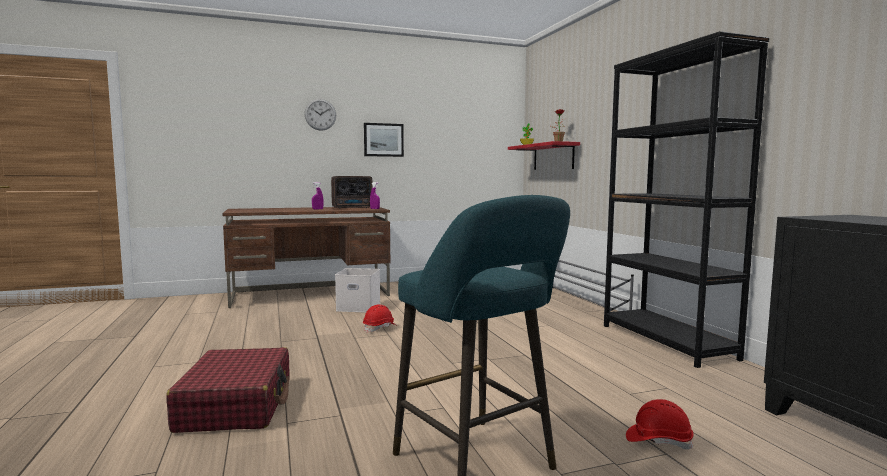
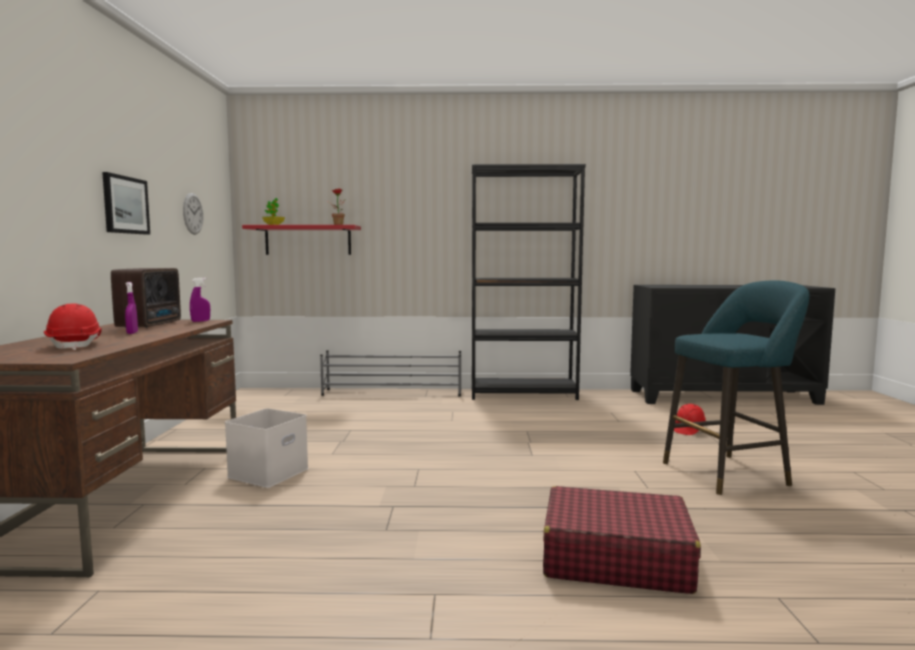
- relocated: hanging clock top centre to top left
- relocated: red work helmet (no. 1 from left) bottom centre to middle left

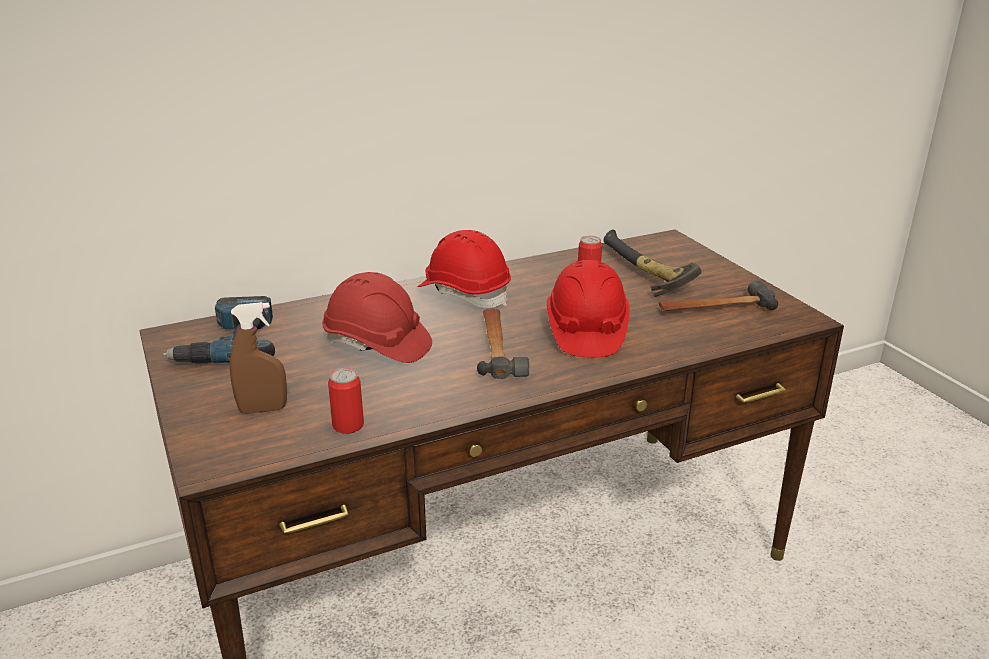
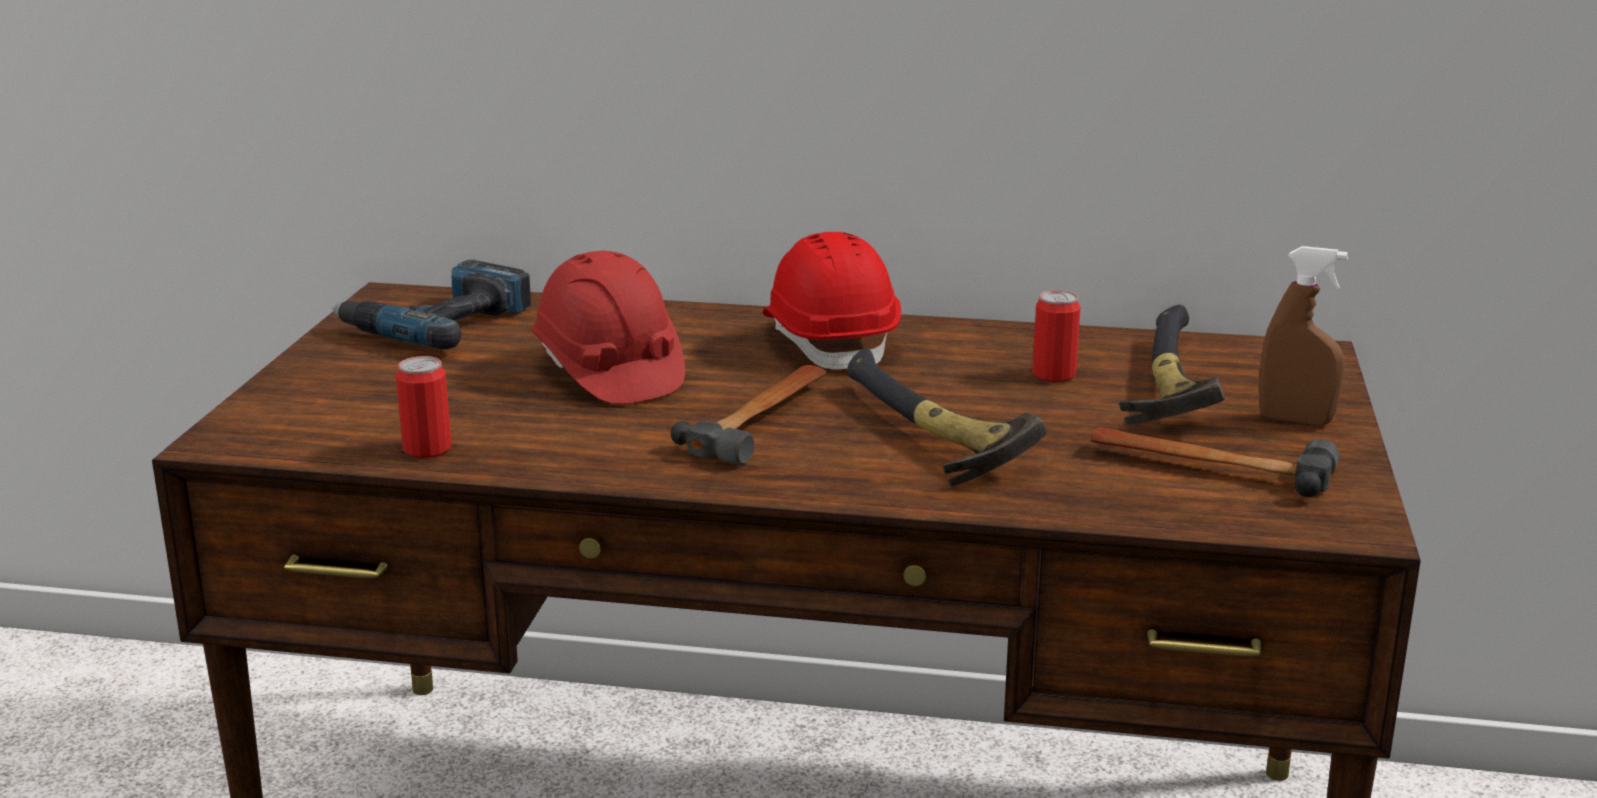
- relocated: brown-coloured sprayer middle left to middle right
- exchanged: red work helmet (no. 3 from left) centre to tool hammer (no. 2 from left) centre

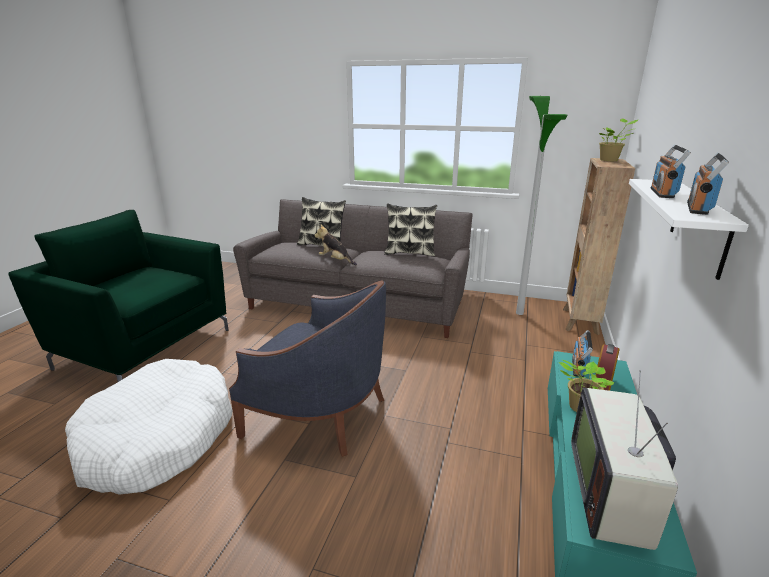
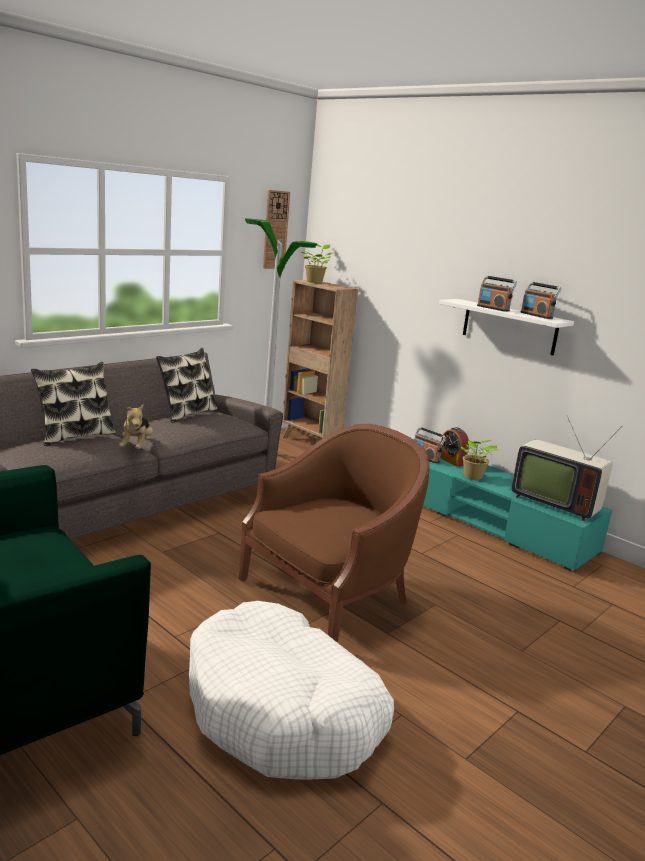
- appeared: hanging clock top centre
- colour: bluish lounge chair centre to brown-coloured lounge chair centre
- spun: soft toy centre = middle left 60 degrees counterclockwise

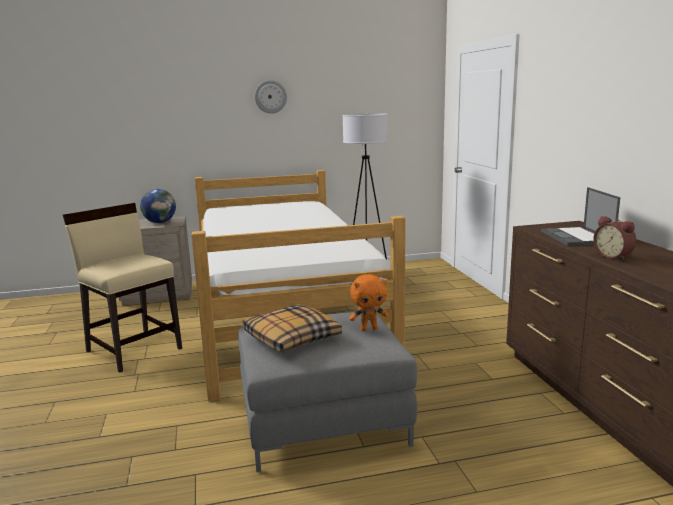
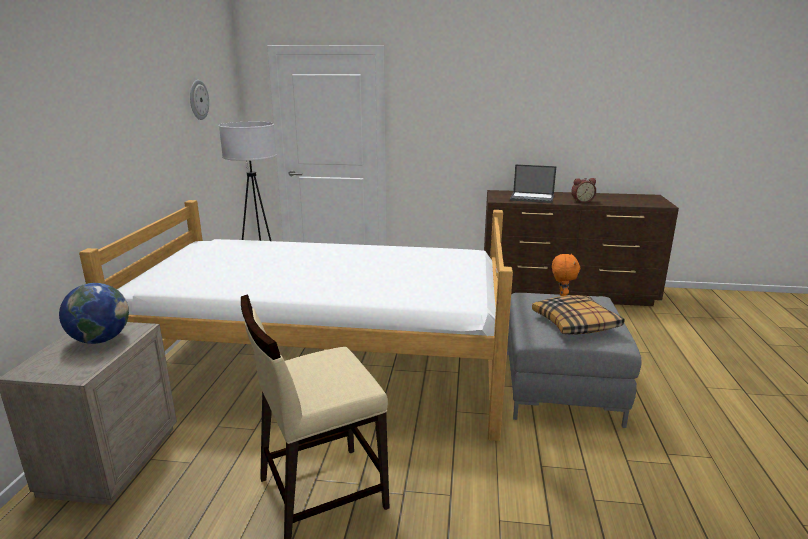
- relocated: hanging clock top centre to top left

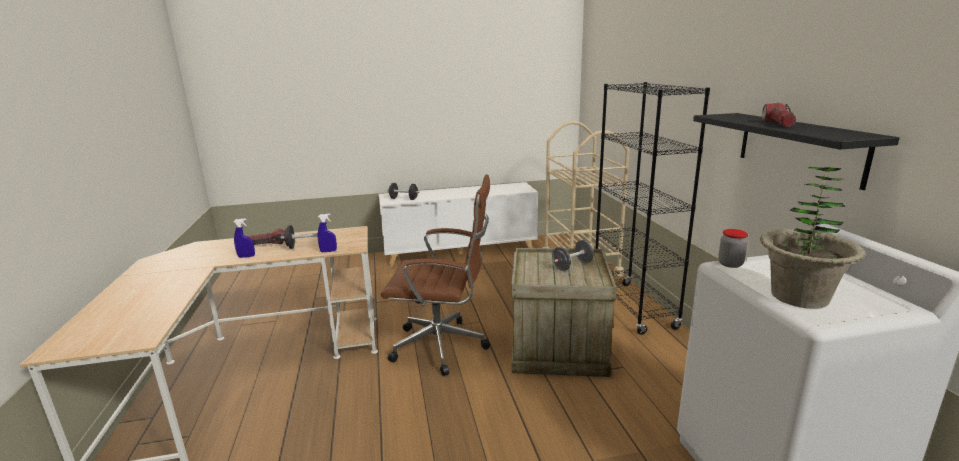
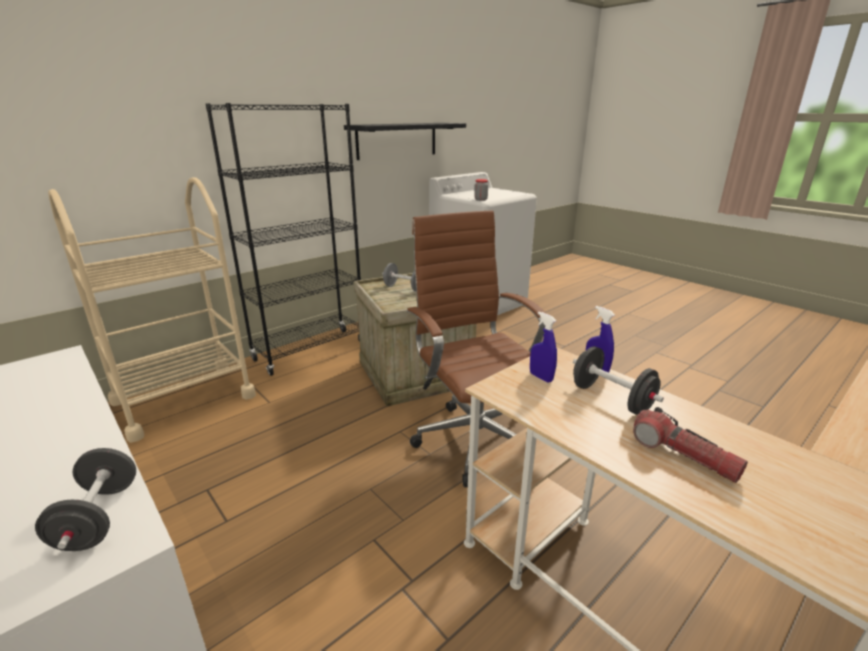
- missing: houseplant middle right
- missing: hand torch (no. 2 from left) top right
- relocated: bluish sprayer (no. 1 from left) middle left to centre

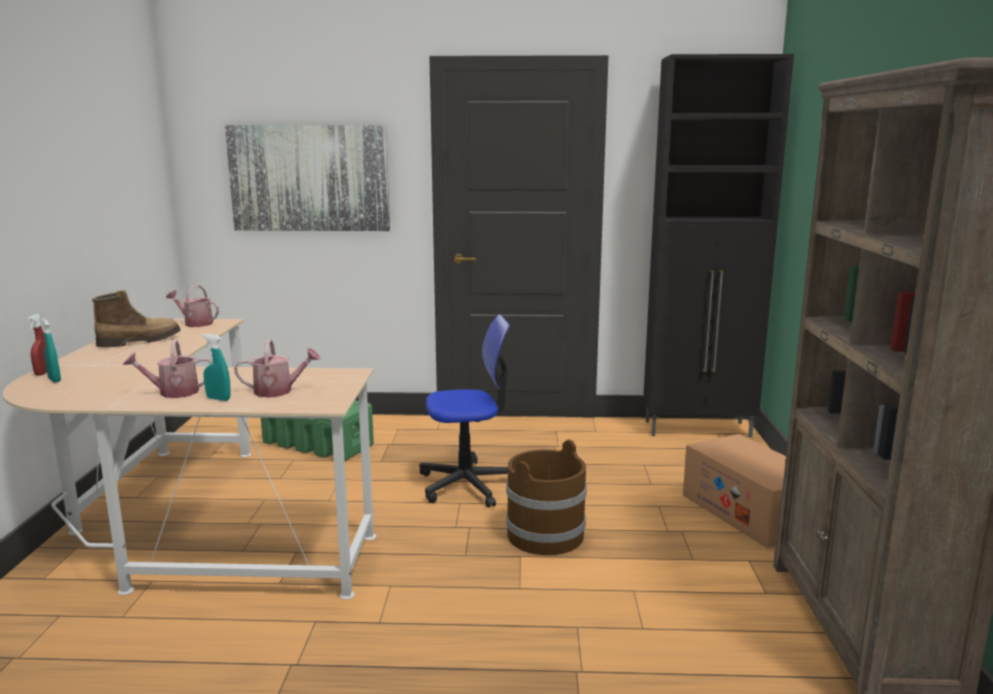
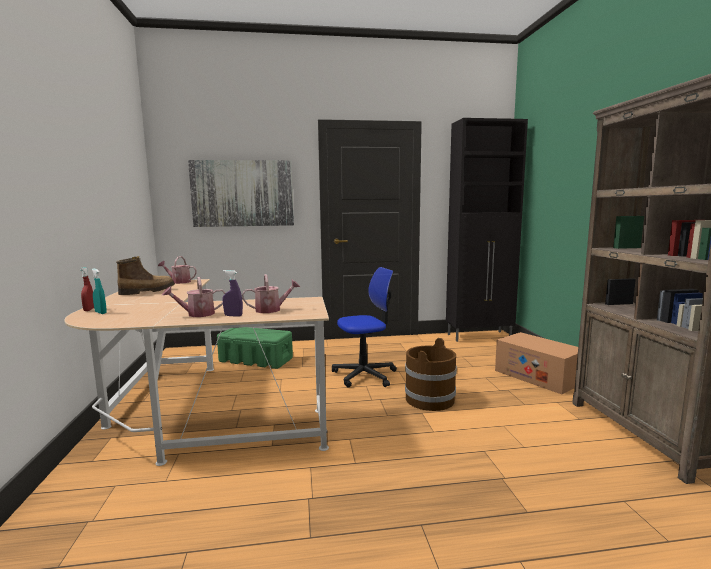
- colour: turquoise-coloured sprayer (no. 2 from left) middle left to purplish sprayer middle left

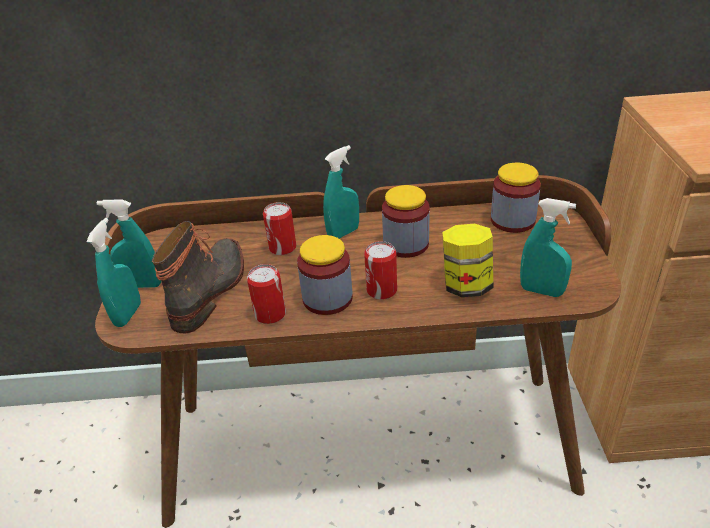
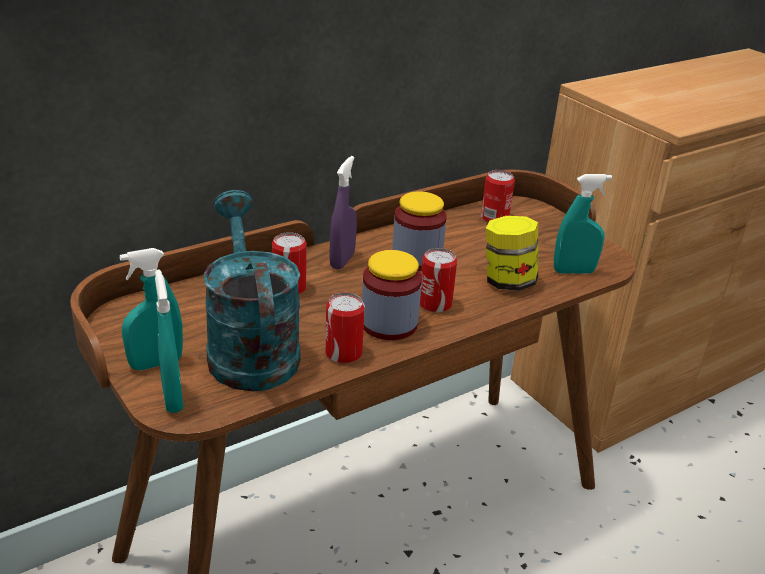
- exchanged: tall boot middle left to turquoise-coloured watering can middle left
- exchanged: jar (no. 4 from left) middle right to sealed can (no. 4 from left) centre
- colour: turquoise-coloured sprayer (no. 3 from left) centre to purplish sprayer centre

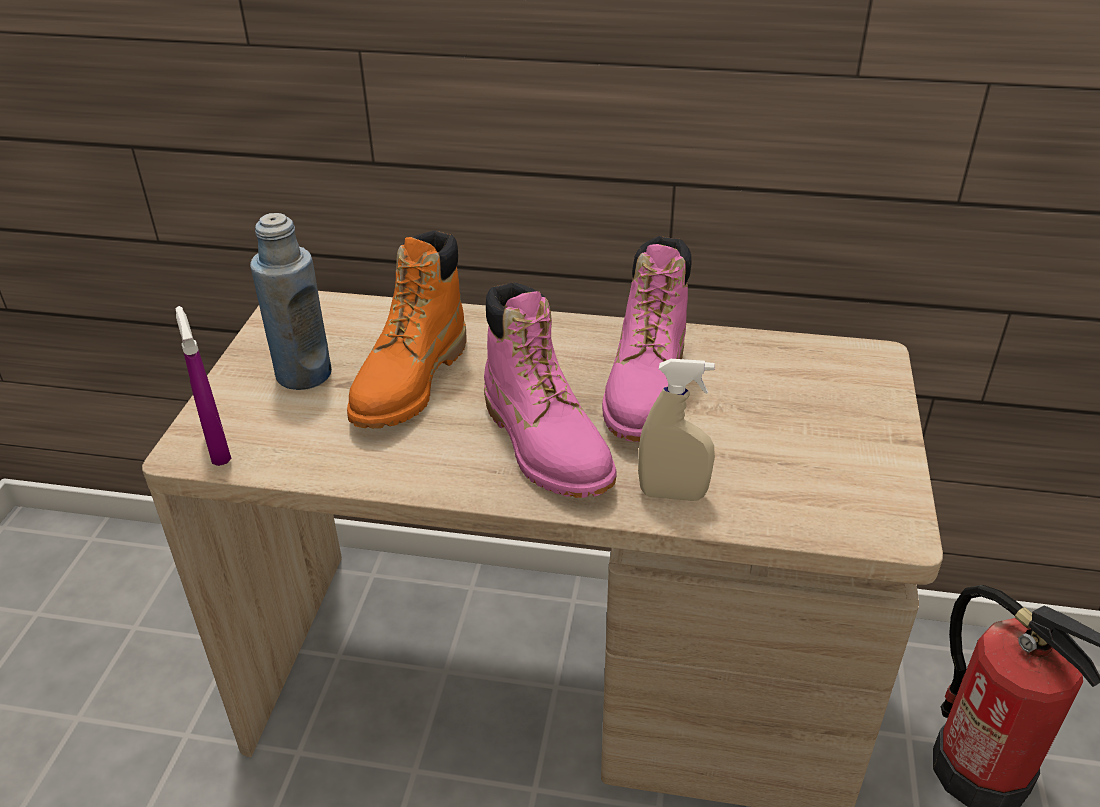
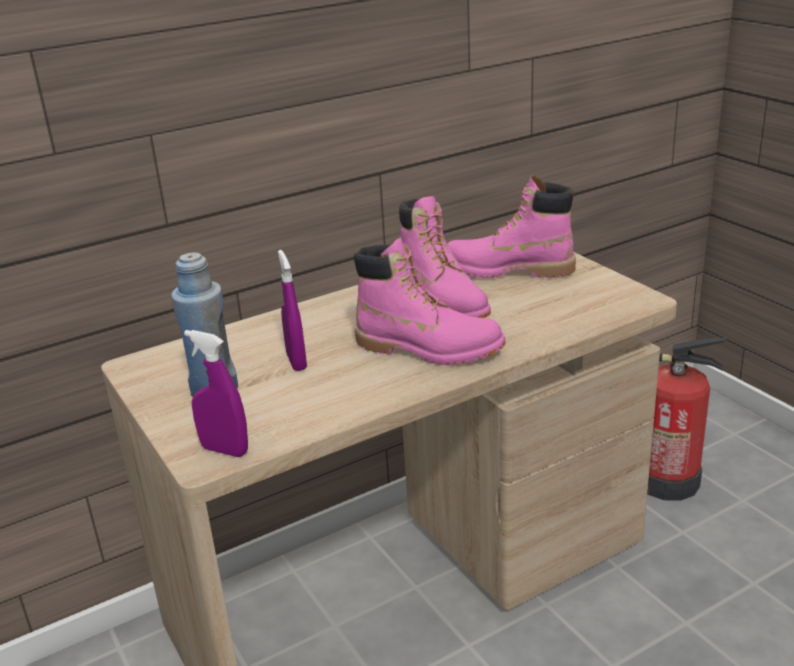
- missing: beige-coloured sprayer centre
- appeared: pink tall boot (no. 3 from left) centre
- exchanged: orange tall boot centre to purplish sprayer (no. 2 from left) centre

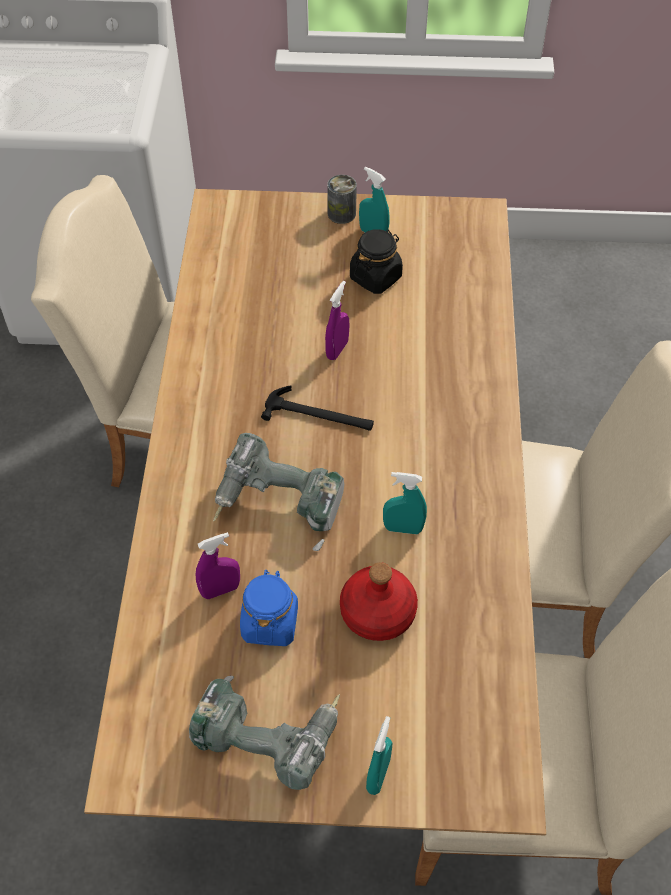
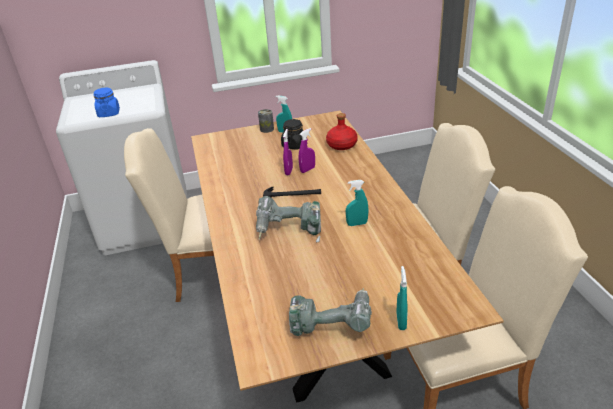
- relocated: purplish sprayer (no. 1 from left in the first image) middle left to purplish sprayer (no. 2 from left) centre
- relocated: bluish jar bottom centre to top left
- relocated: red bottle bottom centre to top centre

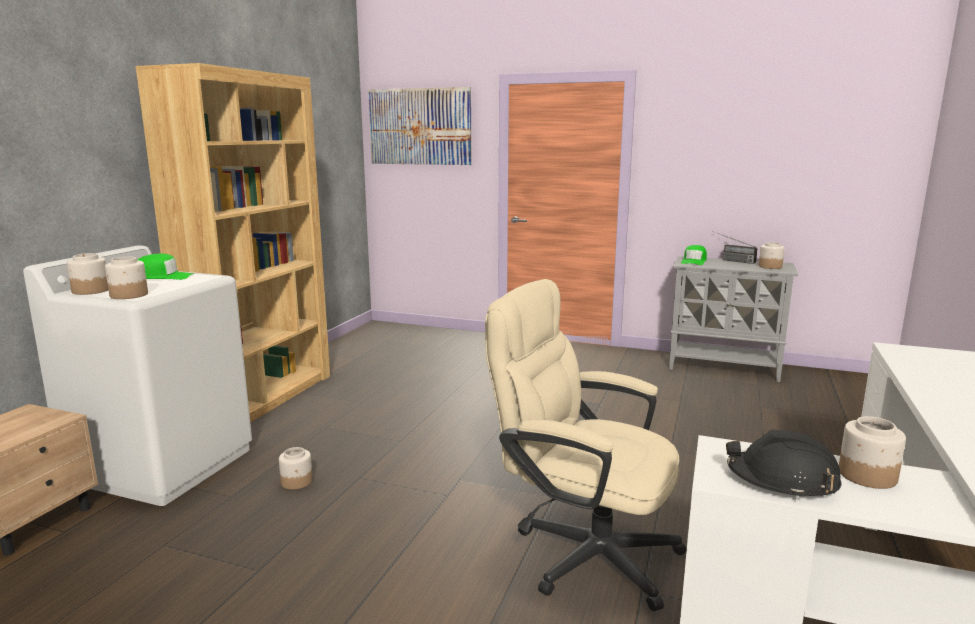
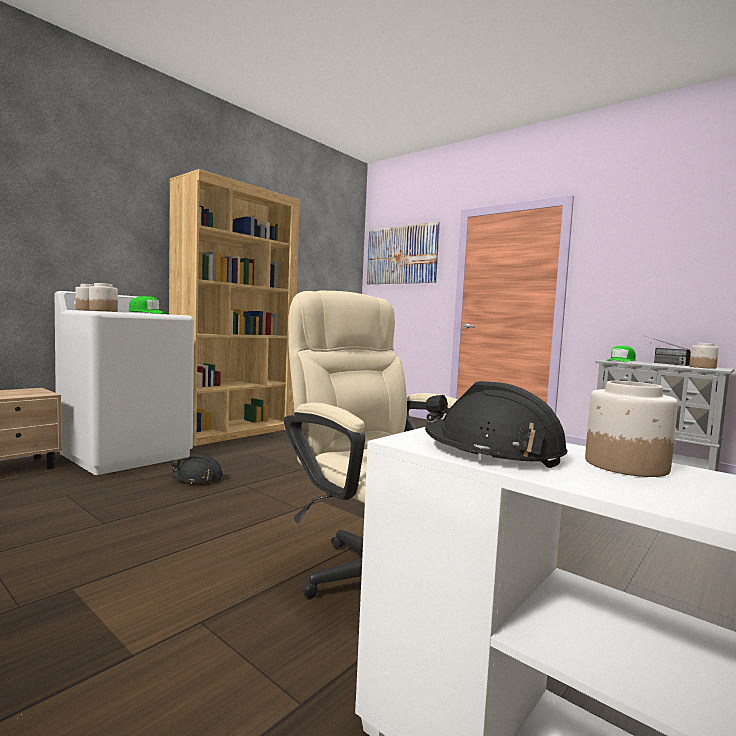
- exchanged: jar (no. 3 from left) bottom left to black work helmet (no. 1 from left) middle left

